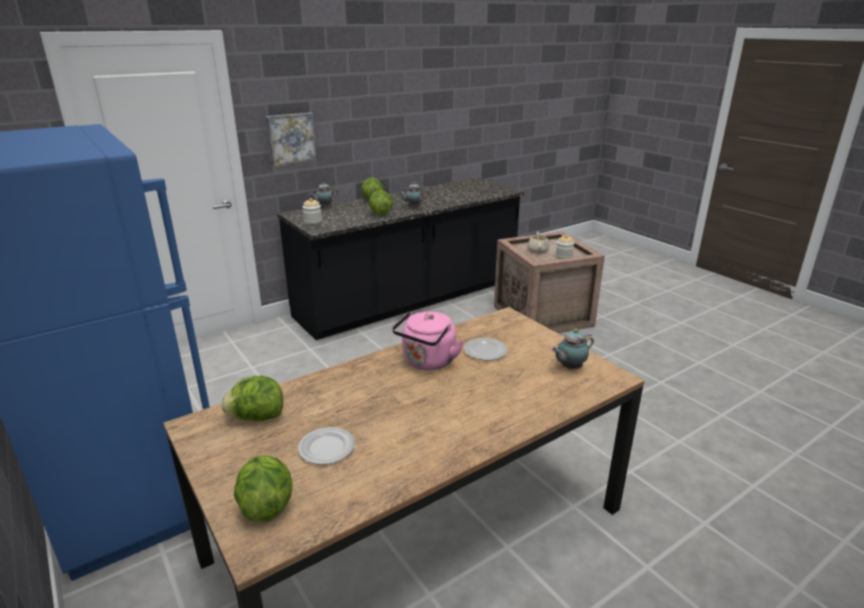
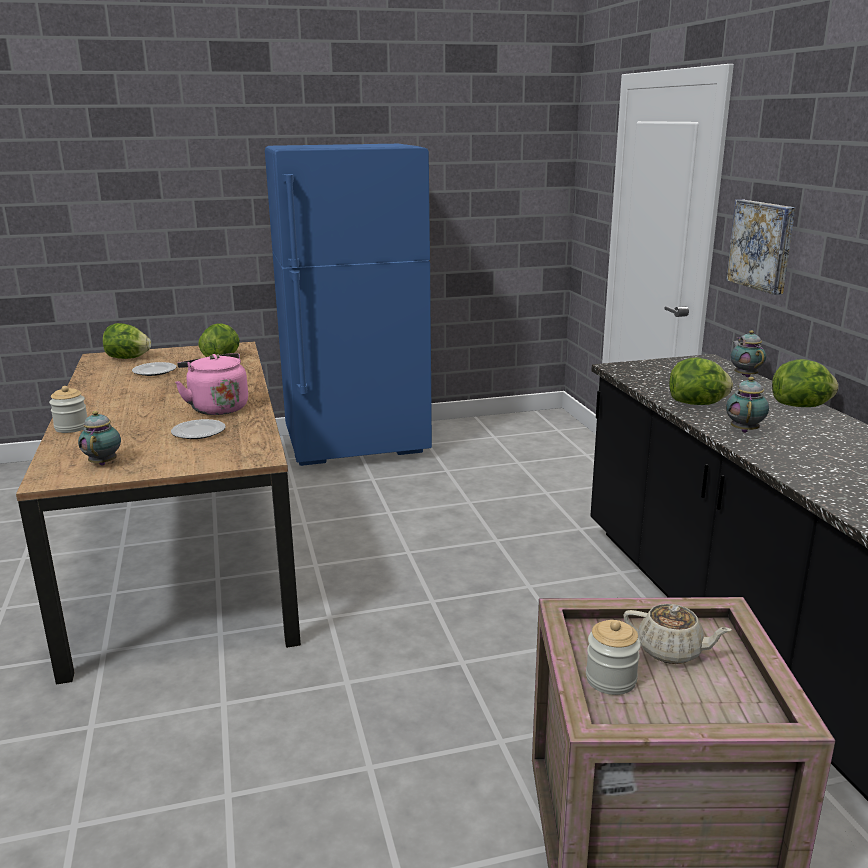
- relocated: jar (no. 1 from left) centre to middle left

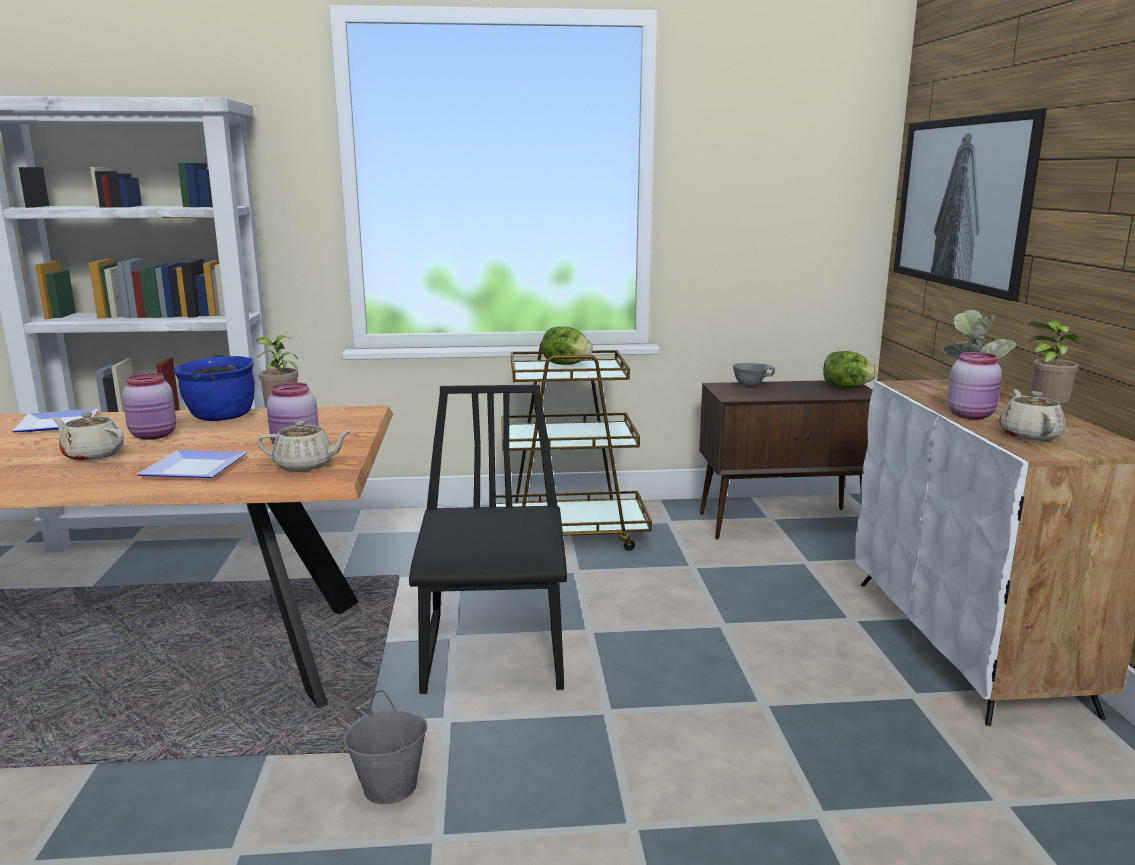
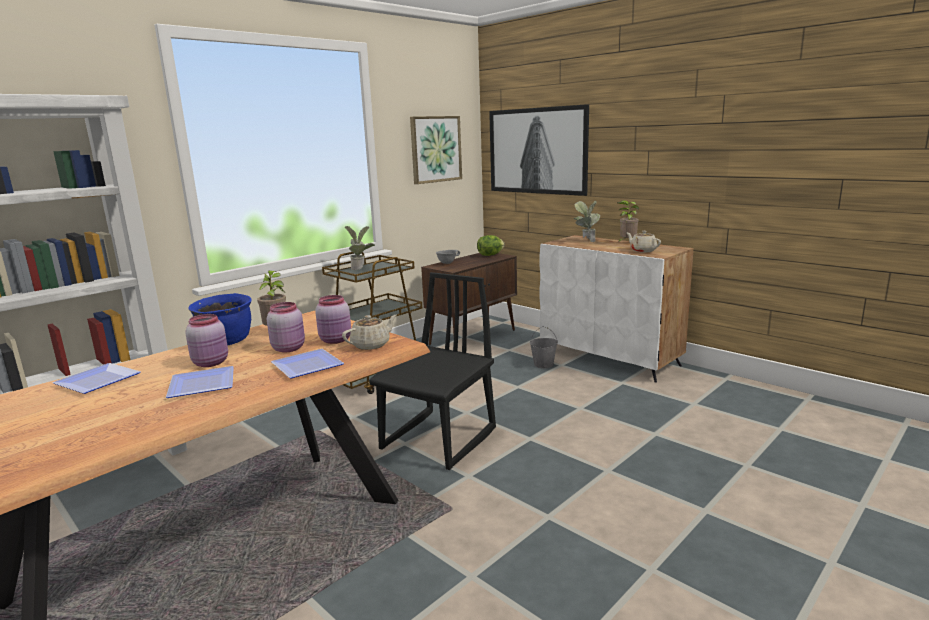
- appeared: wall picture (no. 1 from left) top centre
- relocated: gray pail bottom centre to centre
- relocated: pink jar (no. 3 from left in the first image) middle right to pink jar (no. 2 from left) middle left
- exchanged: beige-coloured pot for tea (no. 1 from left) middle left to dinner plate (no. 2 from left) middle left
- exchanged: lettuce head (no. 1 from left) centre to houseplant (no. 2 from left) centre
- spun: black plain chair centre = centre 75 degrees clockwise

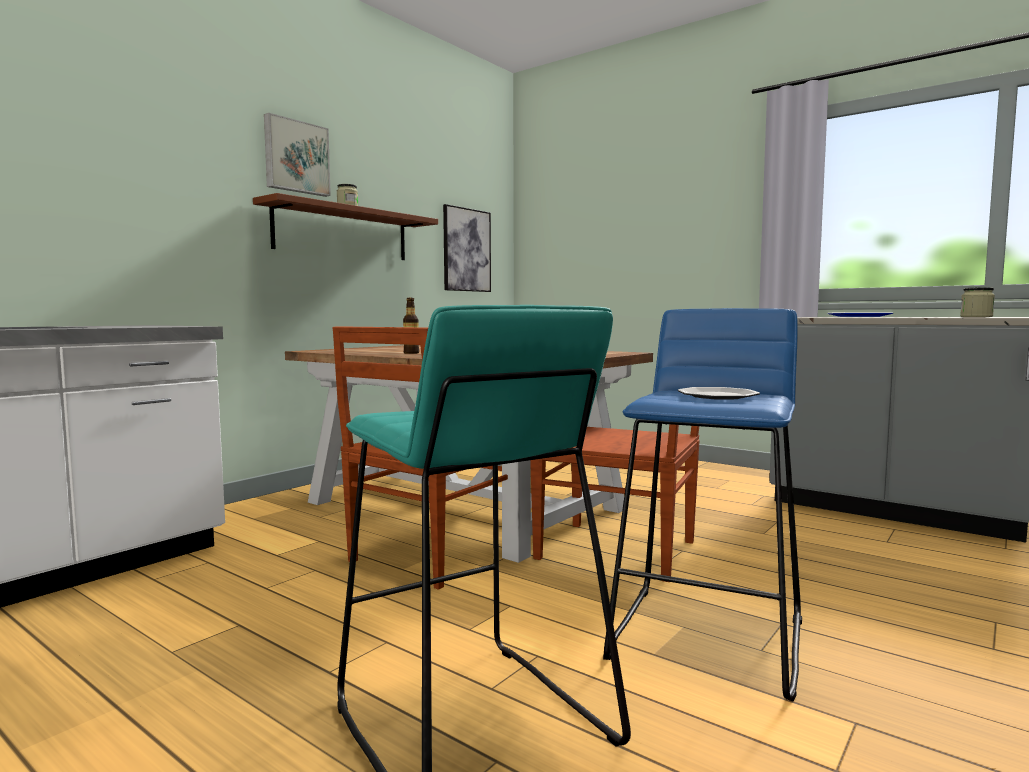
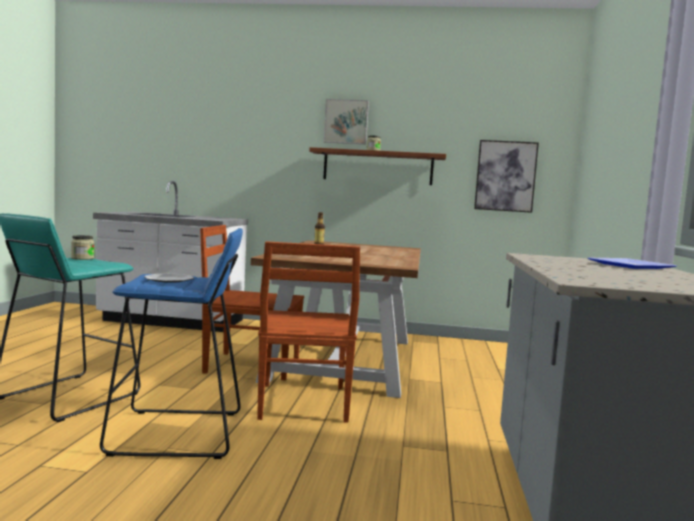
- relocated: jar (no. 2 from left in the first image) middle right to jar (no. 1 from left) middle left

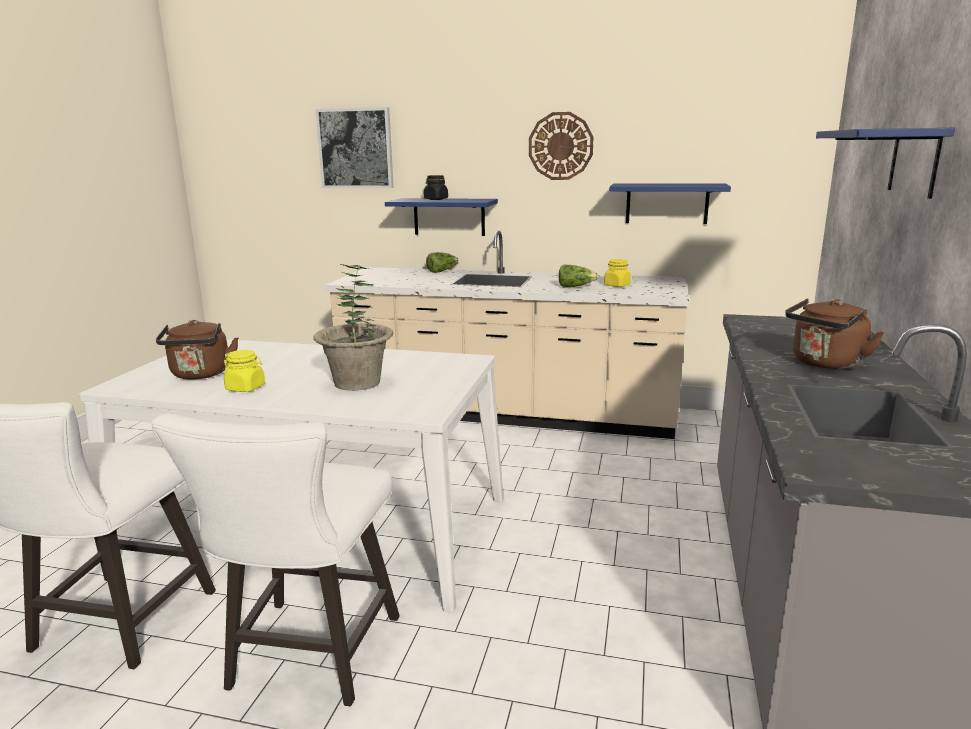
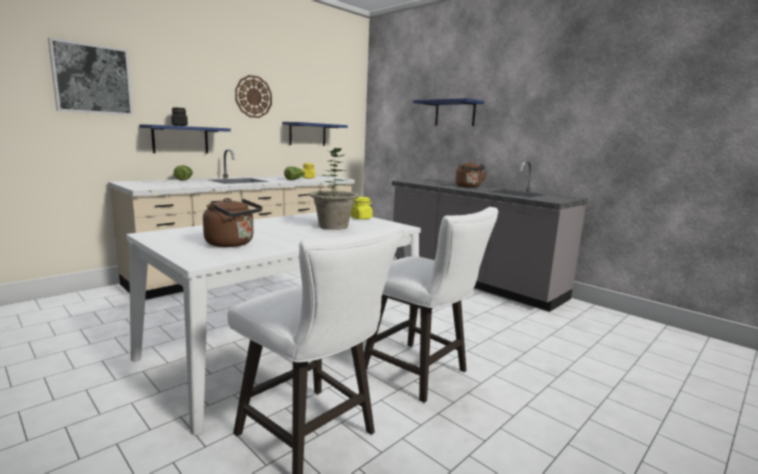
- relocated: yellow jar (no. 1 from left in the first image) middle left to yellow jar (no. 2 from left) centre

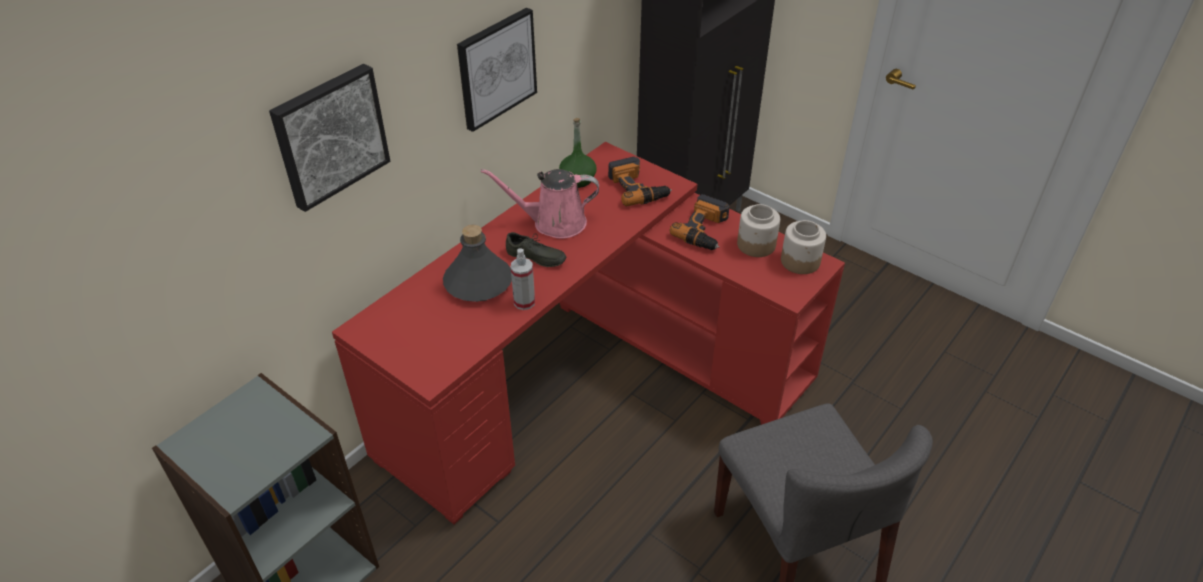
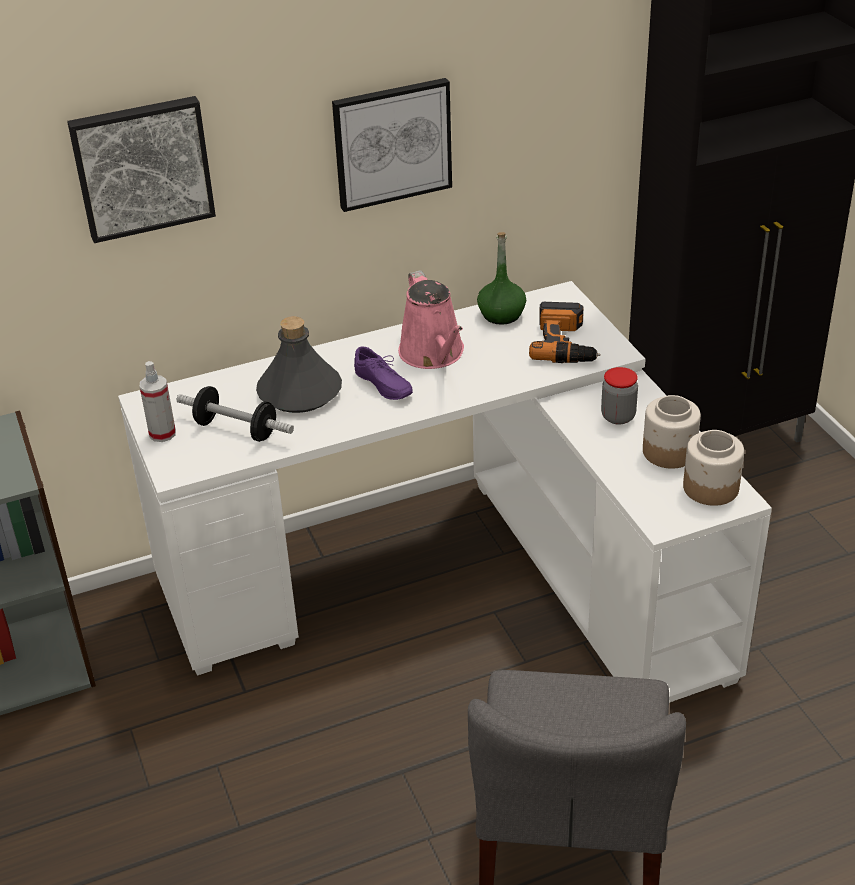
- appeared: dumbbell middle left
- relocated: sprayer centre to middle left
- exchanged: drill (no. 2 from left) centre to jar (no. 1 from left) middle right
- colour: red desk unit centre to white-coloured desk unit centre
- colour: gray shoe centre to purplish shoe centre
- spun: pink watering can centre = centre 135 degrees counterclockwise

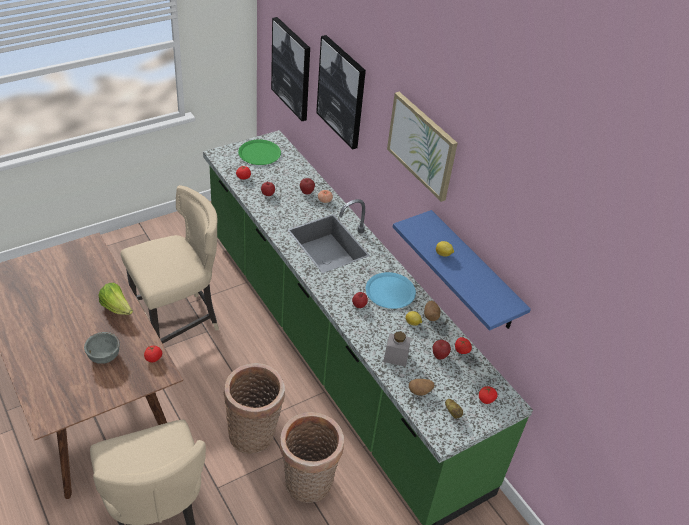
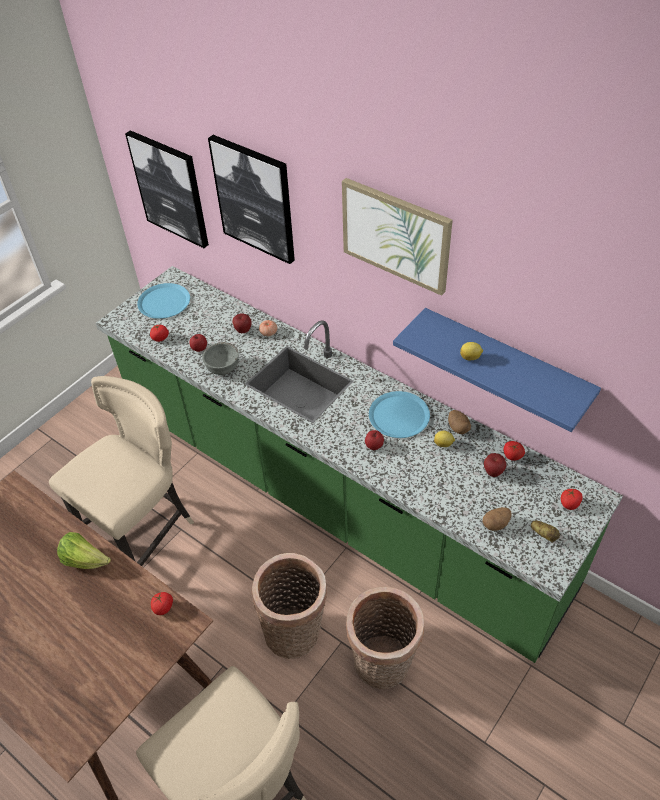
- missing: gray jar centre
- relocated: gray serving bowl middle left to centre
- colour: green-coloured dinner plate top centre to bluish dinner plate (no. 1 from left) middle left

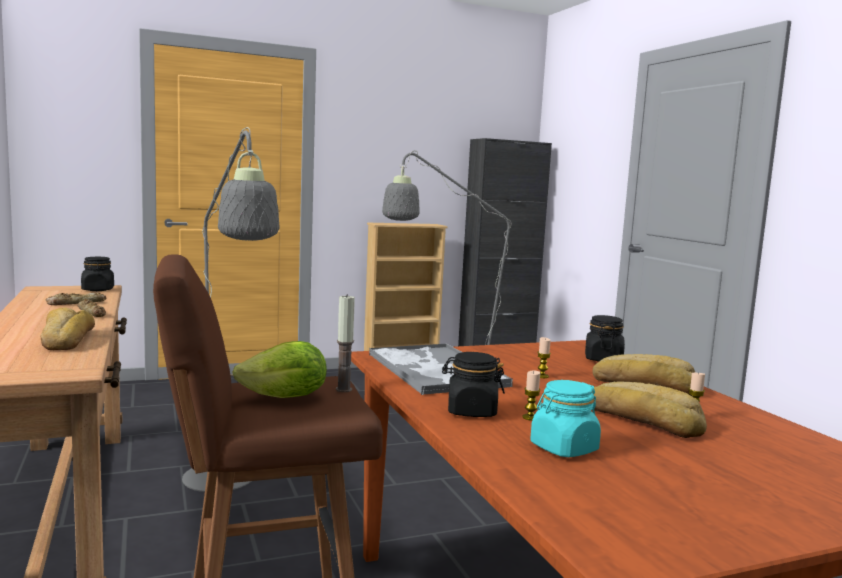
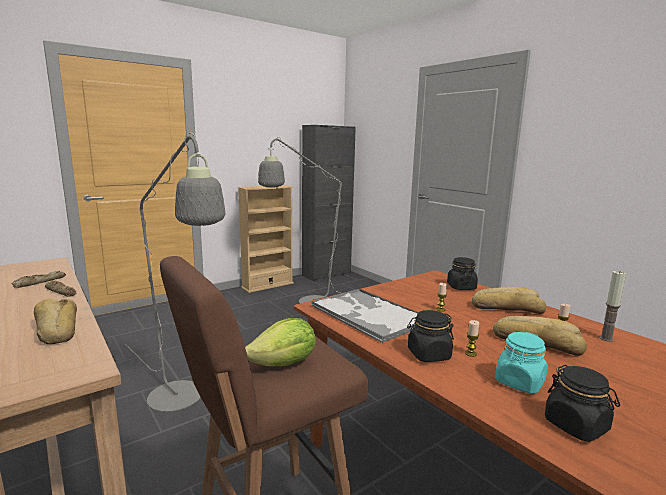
- relocated: black jar (no. 1 from left in the first image) middle left to black jar (no. 3 from left) bottom right
- relocated: wax light (no. 1 from left in the first image) centre to wax light (no. 4 from left) middle right

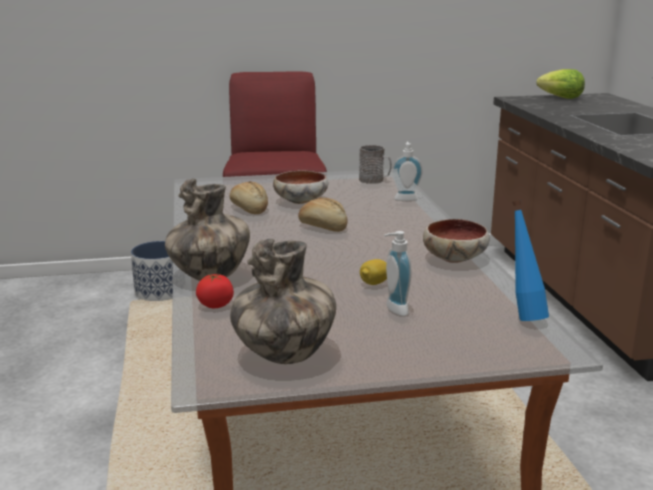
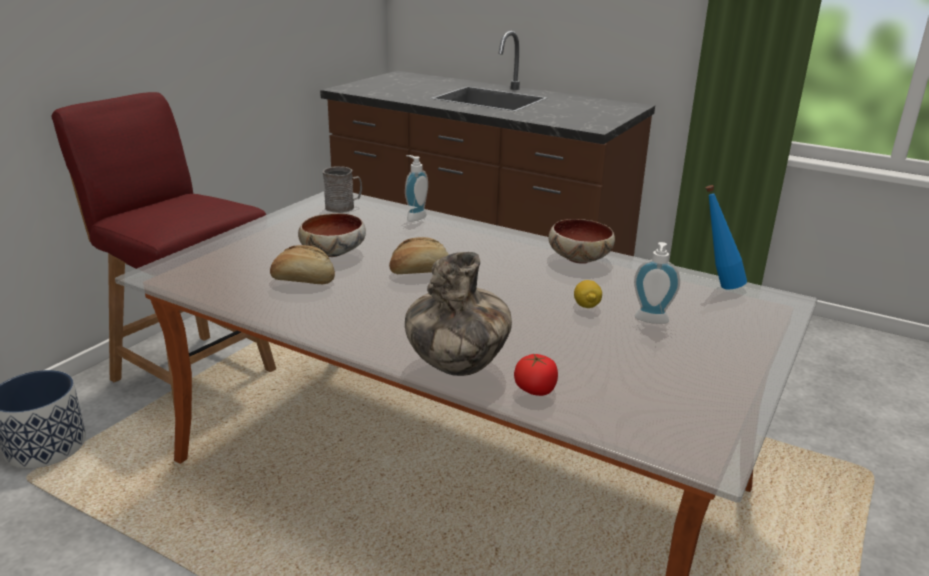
- missing: flower vase (no. 2 from left) centre
- missing: lettuce head top right

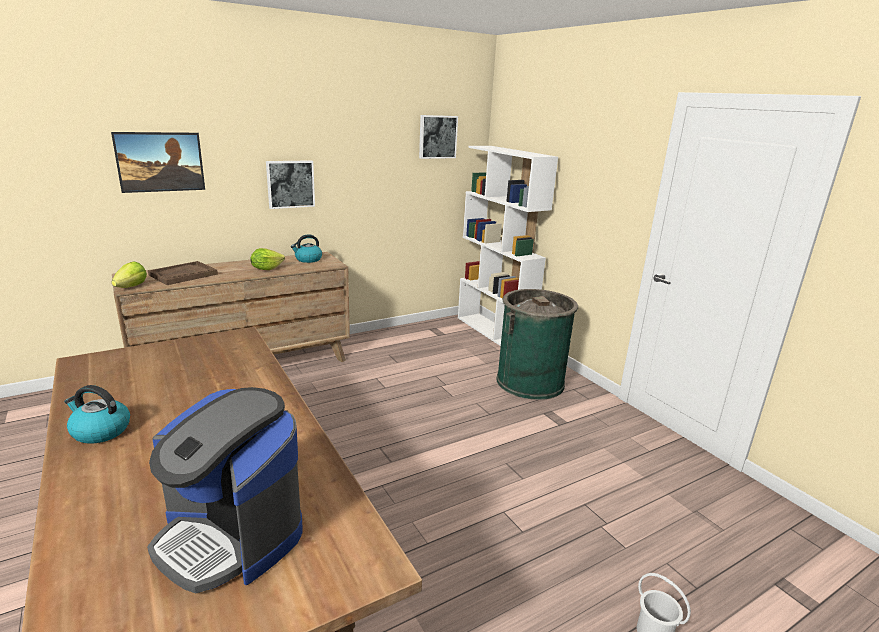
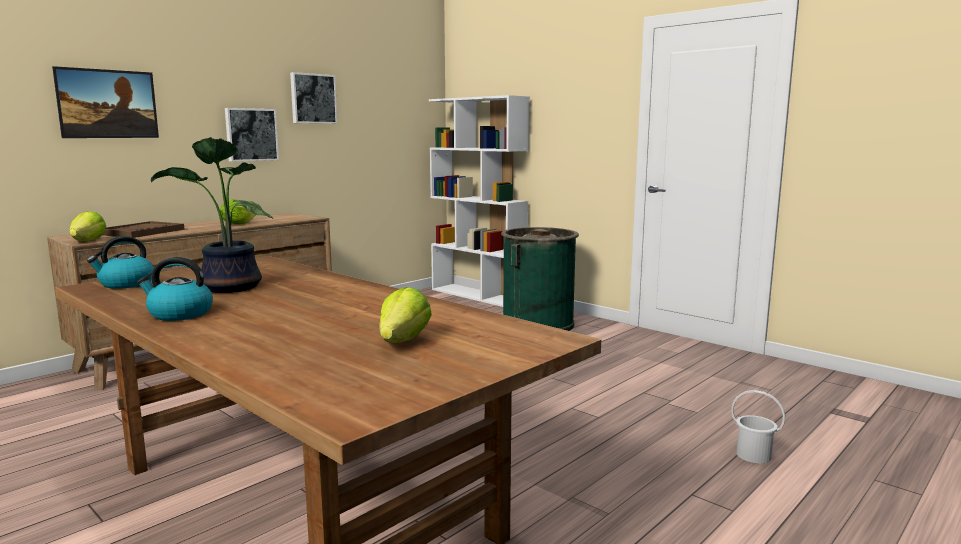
- appeared: houseplant middle left
- relocated: kettle (no. 2 from left in the first image) centre to kettle (no. 1 from left) middle left
- relocated: wall picture (no. 3 from left) top centre to top left
- exchanged: coffee brewer bottom left to lettuce head (no. 3 from left) centre

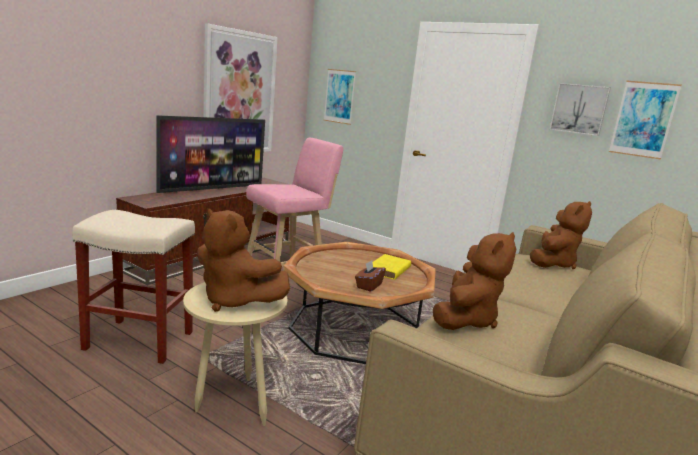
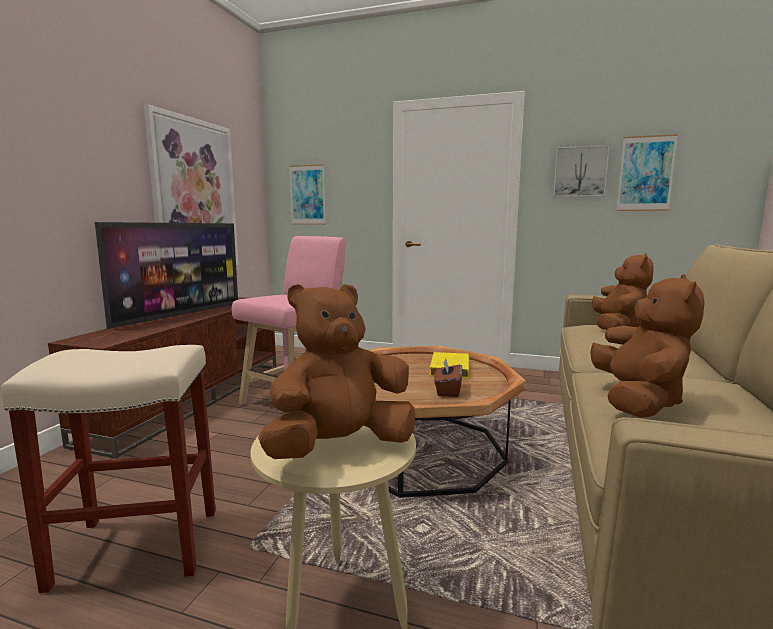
- spun: brown-coloured soft toy (no. 1 from left) centre = centre 135 degrees clockwise

